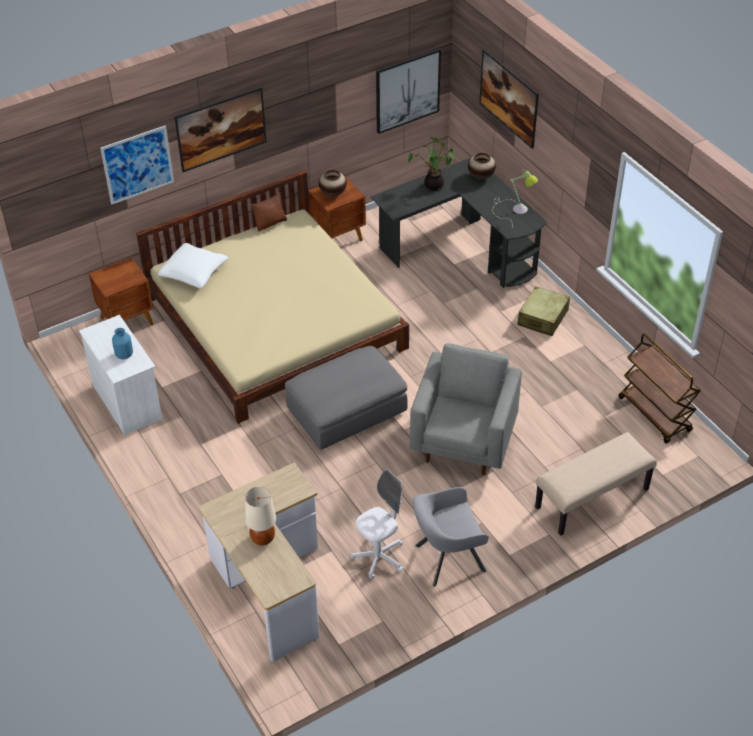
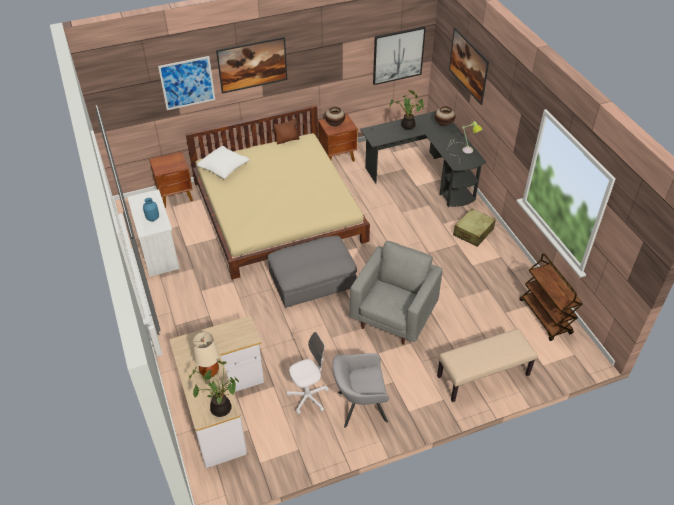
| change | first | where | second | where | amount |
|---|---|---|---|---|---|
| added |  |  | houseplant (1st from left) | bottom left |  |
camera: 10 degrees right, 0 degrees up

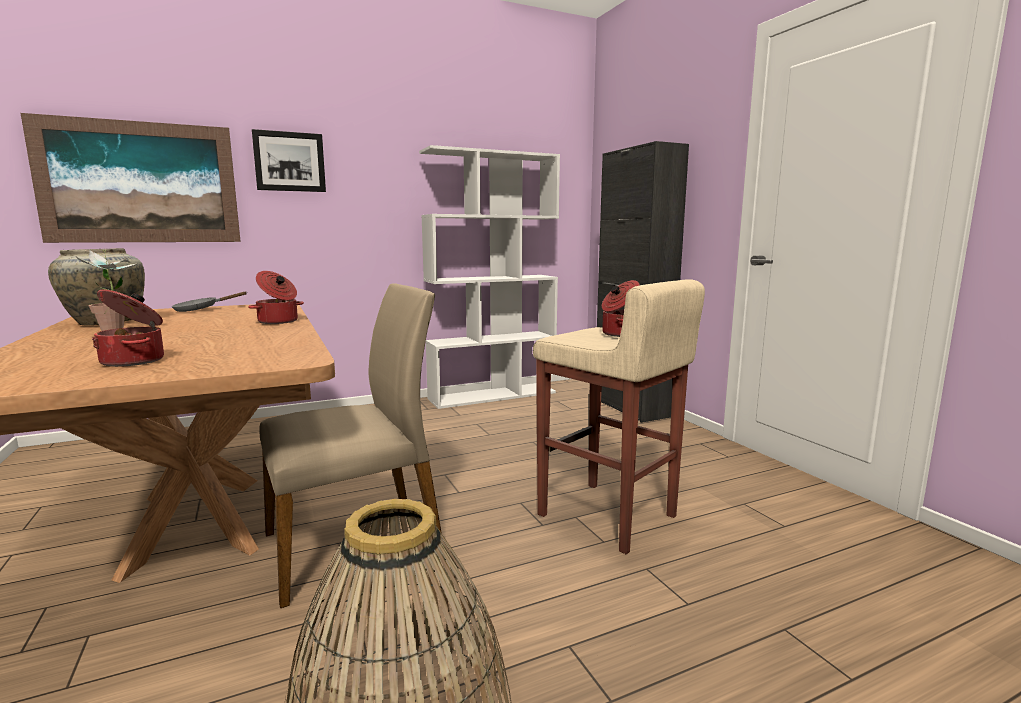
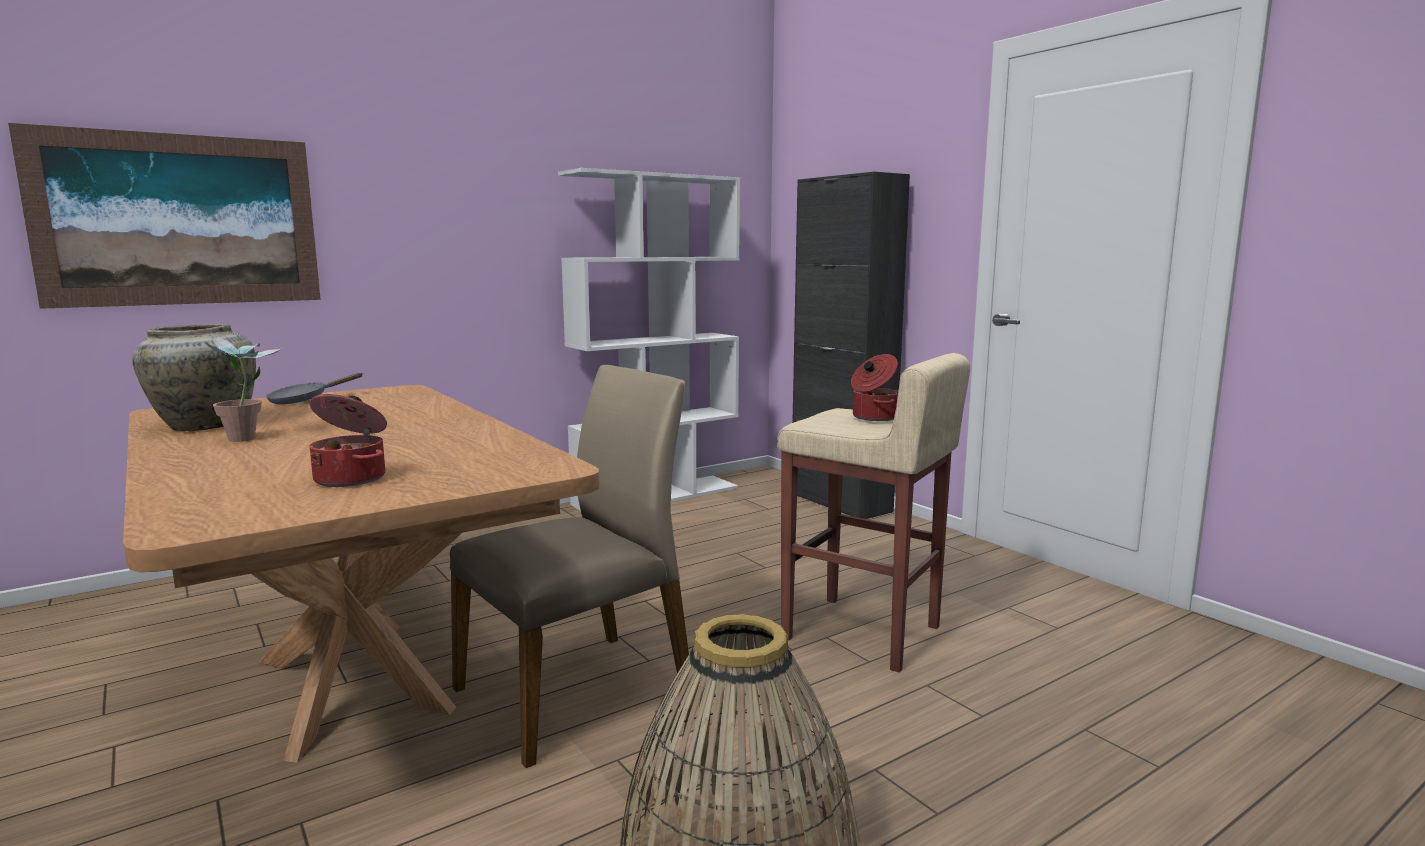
| change | first | where | second | where | amount |
|---|---|---|---|---|---|
| removed | stockpot (2nd from left) | middle left |  |  |  |
| removed | wall picture (2nd from left) | top left |  |  |  |
camera: 10 degrees left, 0 degrees up

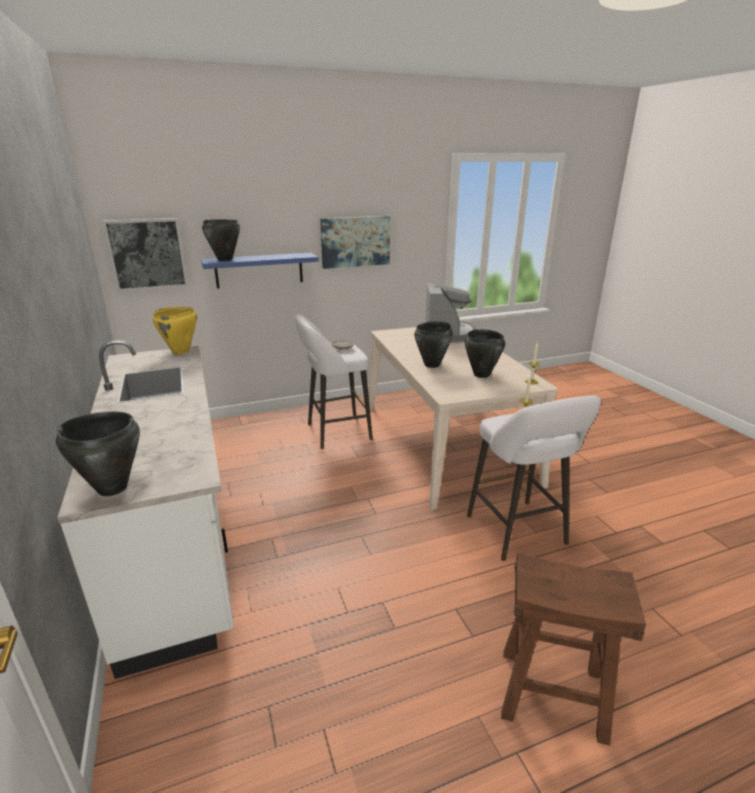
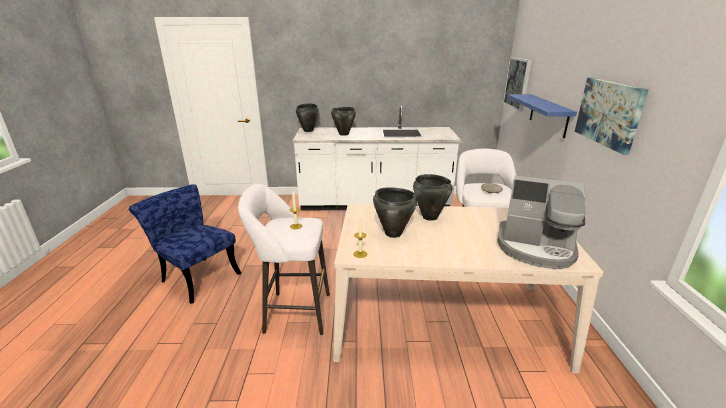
| change | first | where | second | where | amount |
|---|---|---|---|---|---|
| removed | yellow stockpot | middle left |  |  |  |
| moved | blackish stockpot (2nd from left) | top left |  | top centre |  |
| replaced | brown-coloured stool seat | bottom right | blue upright chair | middle left |  |
camera: 110 degrees right, 0 degrees up

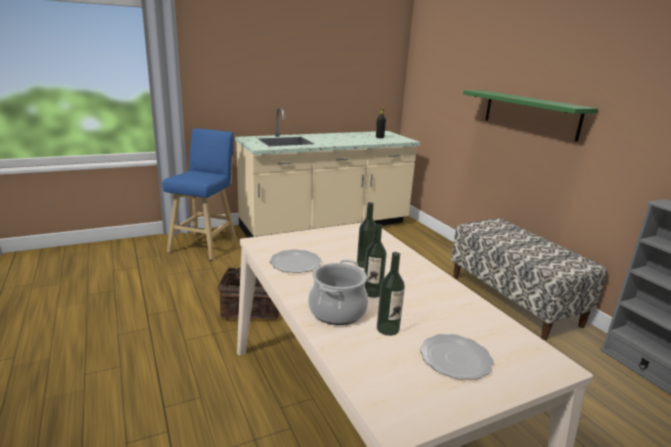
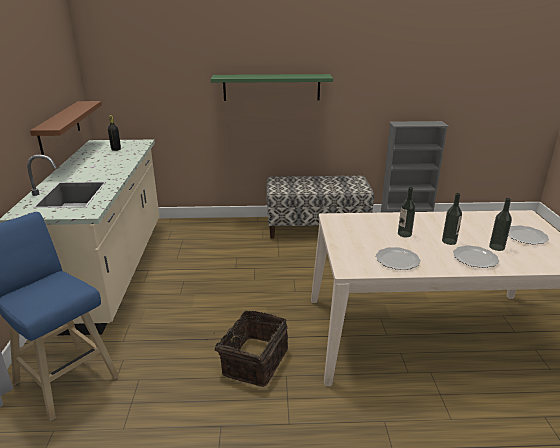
| change | first | where | second | where | amount |
|---|---|---|---|---|---|
| replaced | stockpot | centre | plate (2nd from left) | middle right |  |
| added |  |  | brown-coloured shelf | top left |  |
camera: 65 degrees left, 5 degrees up

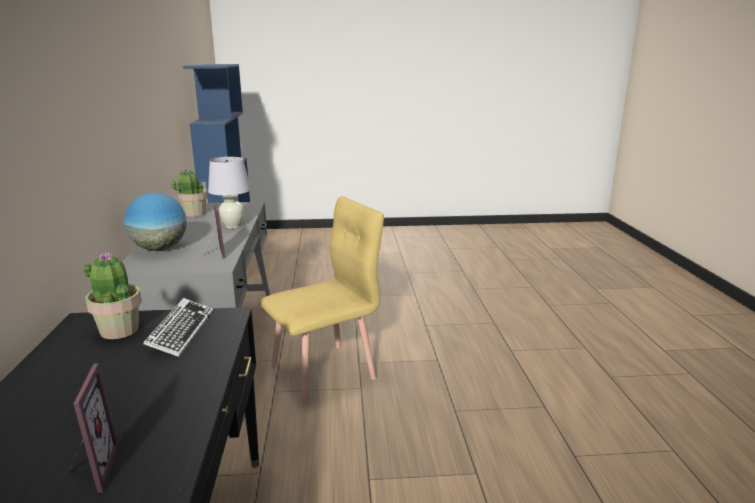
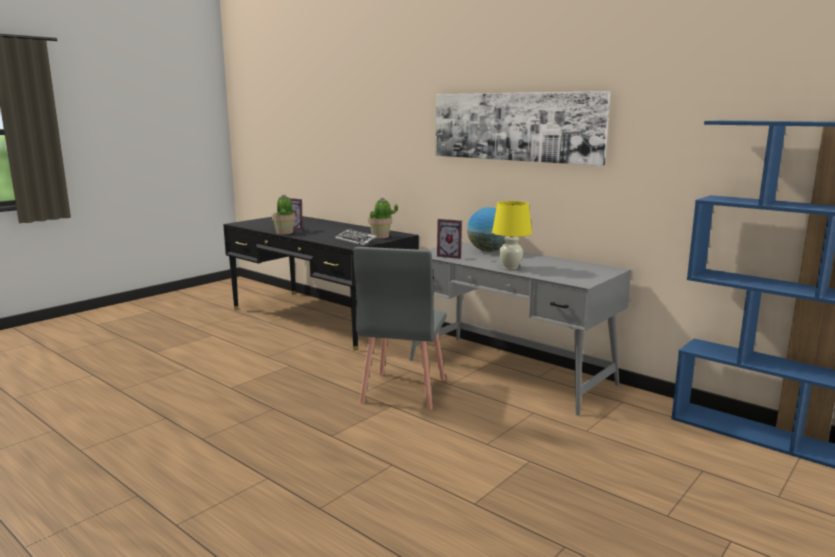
| change | first | where | second | where | amount |
|---|---|---|---|---|---|
| moved | houseplant (2nd from left in the first image) | middle left | houseplant (1st from left) | centre |  |
| recoloured | white lamp for a table | middle left | yellow lamp for a table | centre |  |
| recoloured | yellow upright chair | centre | grey upright chair | centre |  |
| added |  |  | wall picture | top centre |  |
camera: 135 degrees right, 5 degrees down

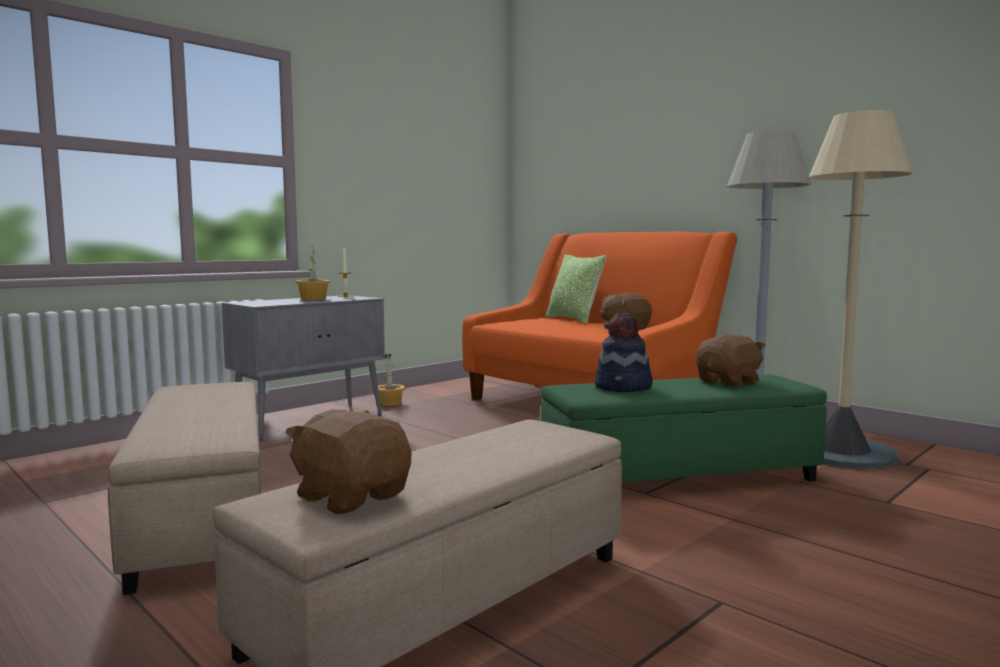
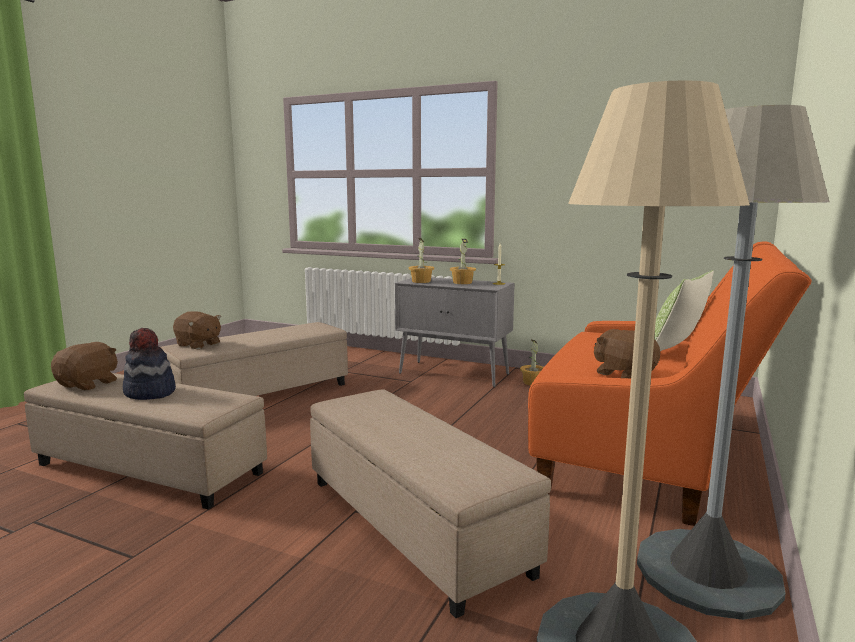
| change | first | where | second | where | amount |
|---|---|---|---|---|---|
| recoloured | green pouffe | middle right | beige pouffe (3rd from left) | bottom centre |  |
| moved | wearable hat | centre |  | middle left |  |
| moved | brown-coloured cuddly toy (3rd from left in the first image) | middle right | brown-coloured cuddly toy (2nd from left) | middle left |  |
| added |  |  | houseplant (1st from left) | centre |  |
camera: 70 degrees right, 5 degrees up

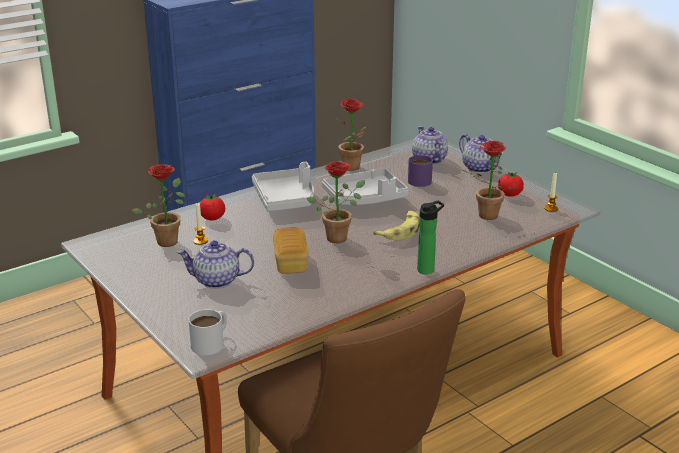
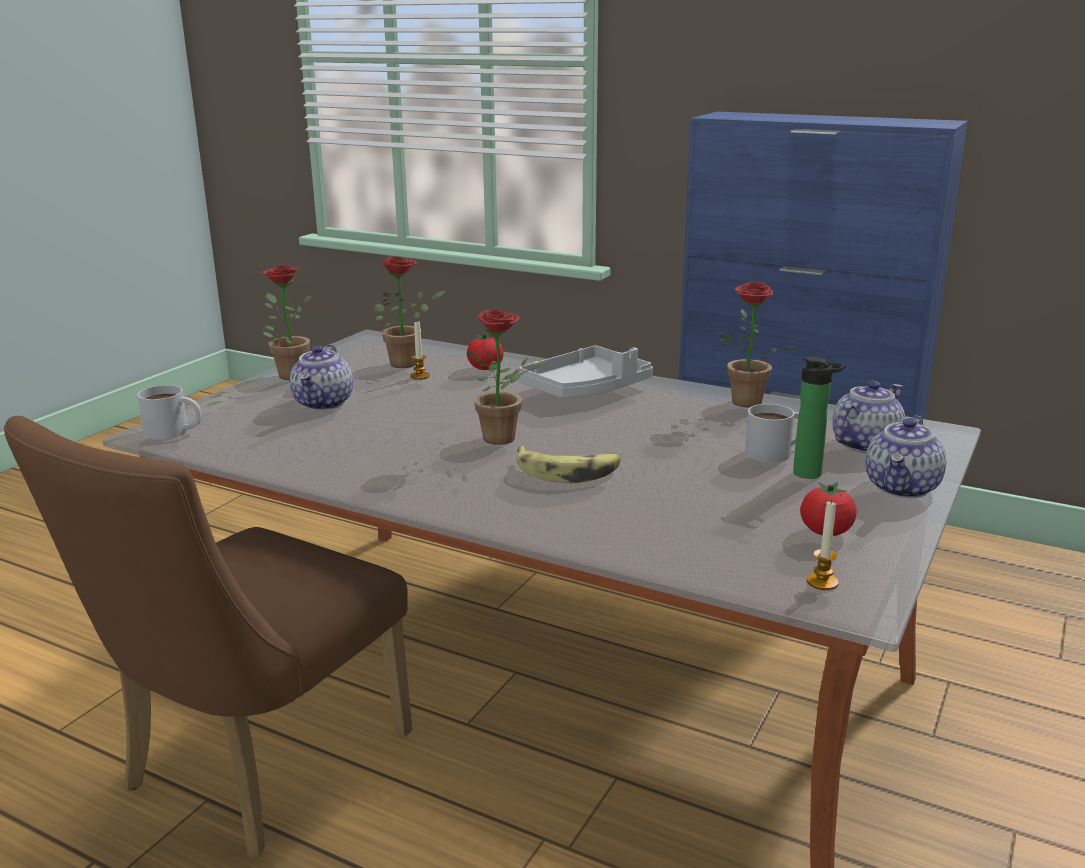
| change | first | where | second | where | amount |
|---|---|---|---|---|---|
| turned | teapot (1st from left) | middle left |  | middle left | 150 degrees counterclockwise |
| removed | bread | centre |  |  |  |
| removed | grey tray (2nd from left) | centre |  |  |  |
| recoloured | purple tea mug | centre | white tea mug (2nd from left) | middle right |  |
| moved | bottle | centre |  | middle right |  |
| moved | houseplant (4th from left in the first image) | middle right | houseplant (1st from left) | middle left |  |
camera: 65 degrees right, 5 degrees down

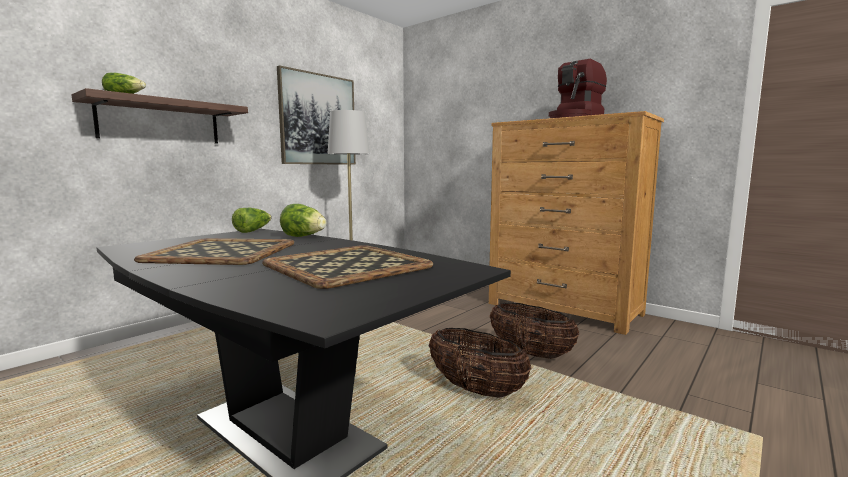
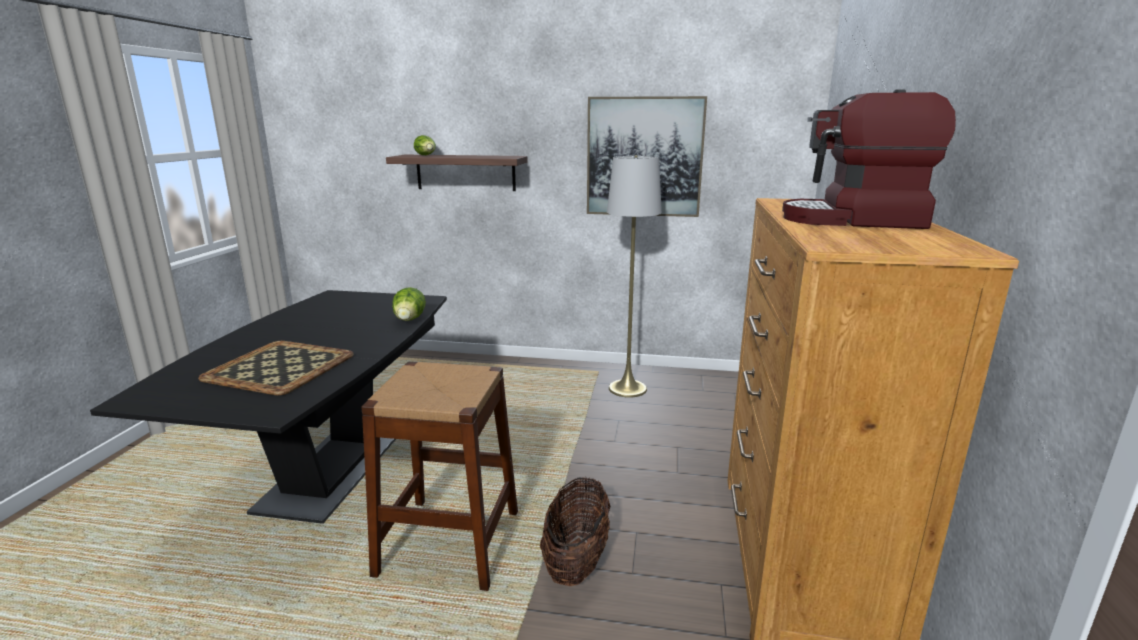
| change | first | where | second | where | amount |
|---|---|---|---|---|---|
| removed | tray (1st from left) | middle left |  |  |  |
| removed | lettuce head (2nd from left) | middle left |  |  |  |
| replaced | household basket (1st from left) | bottom centre | brown-coloured stool seat | bottom centre |  |
camera: 60 degrees right, 10 degrees up

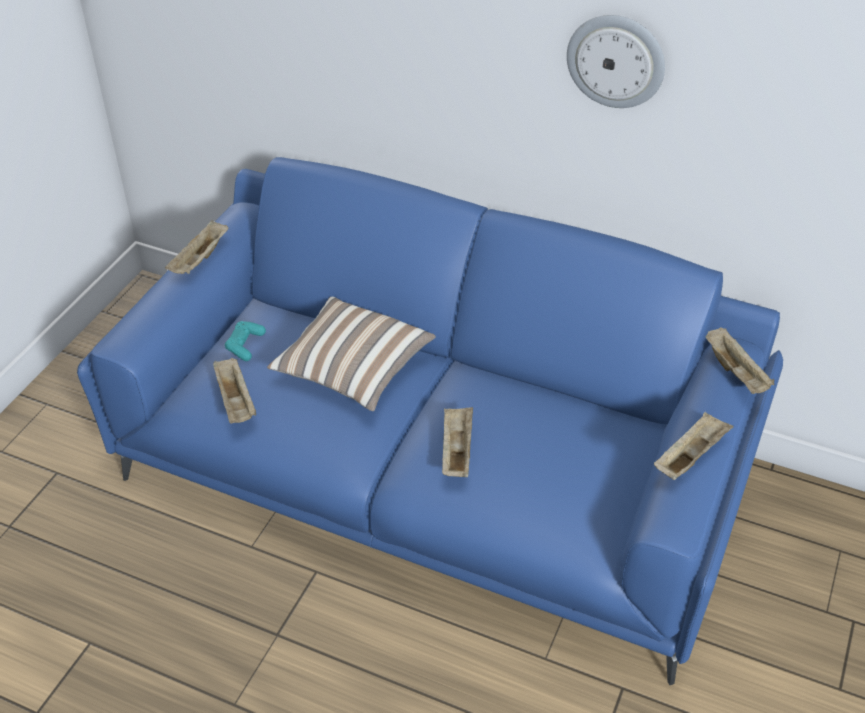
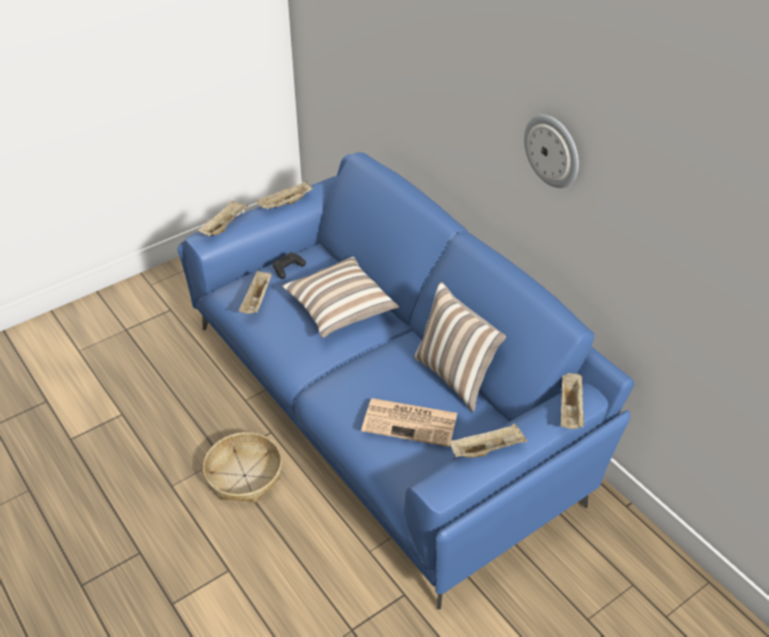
| change | first | where | second | where | amount |
|---|---|---|---|---|---|
| recoloured | blue-green game controller | middle left | blackish game controller | centre |  |
| moved | beige tray (3rd from left in the first image) | centre | beige tray (1st from left) | middle left |  |
| added |  |  | household basket | bottom left |  |
| added |  |  | newspaper | centre |  |
| added |  |  | cushion (2nd from left) | centre |  |
camera: 30 degrees right, 0 degrees up

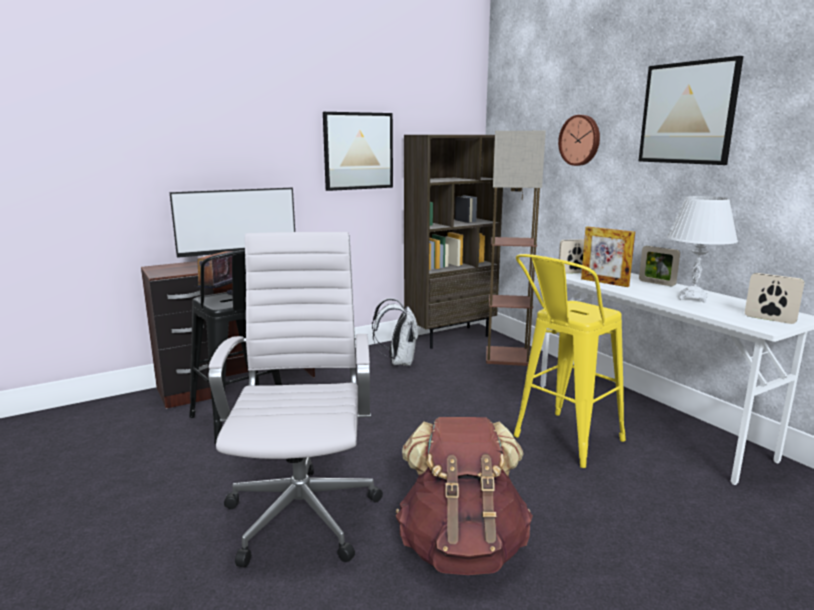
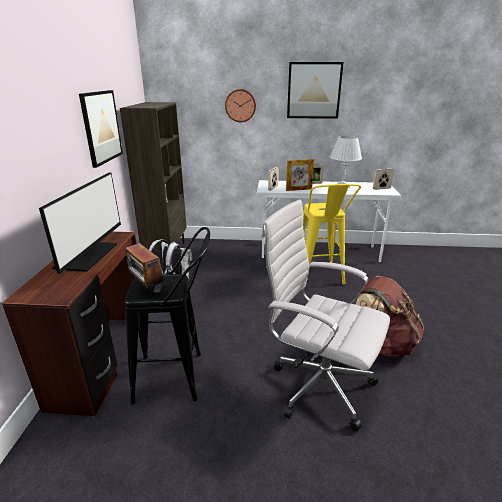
| change | first | where | second | where | amount |
|---|---|---|---|---|---|
| removed | standard lamp | centre |  |  |  |
camera: 55 degrees left, 10 degrees up

